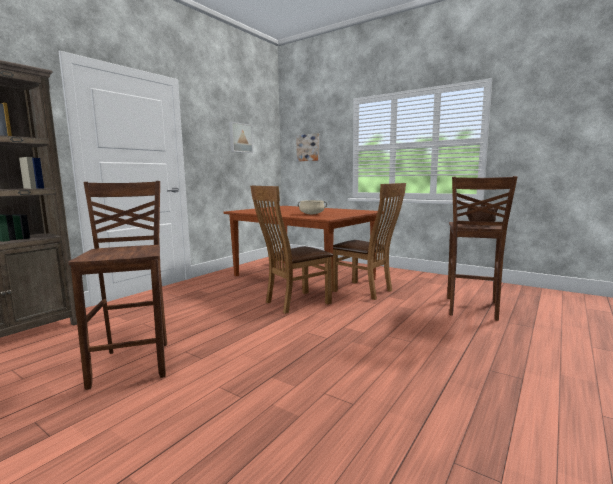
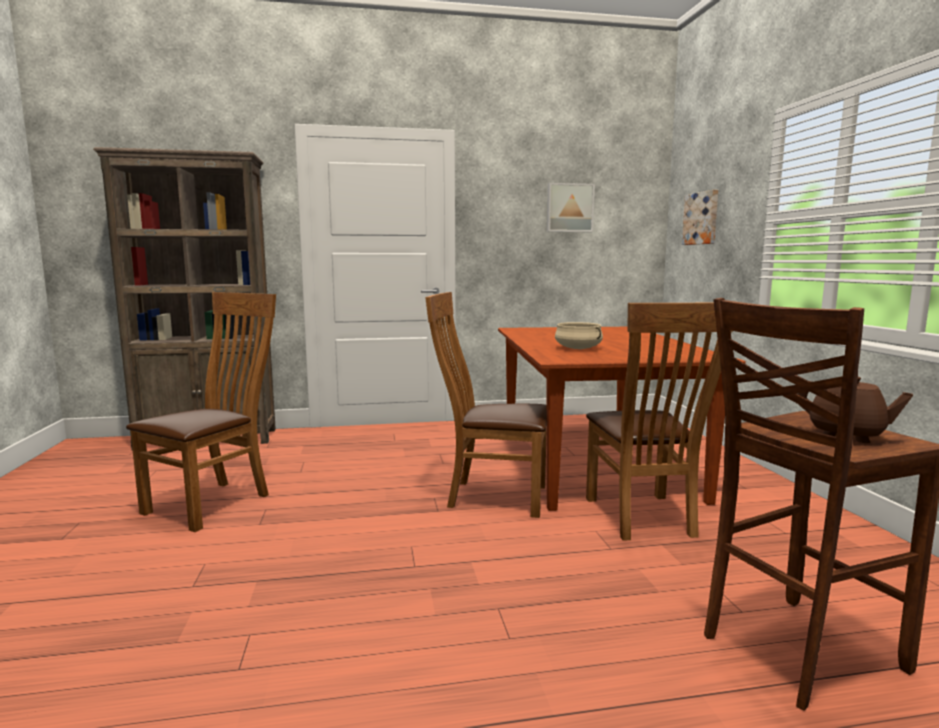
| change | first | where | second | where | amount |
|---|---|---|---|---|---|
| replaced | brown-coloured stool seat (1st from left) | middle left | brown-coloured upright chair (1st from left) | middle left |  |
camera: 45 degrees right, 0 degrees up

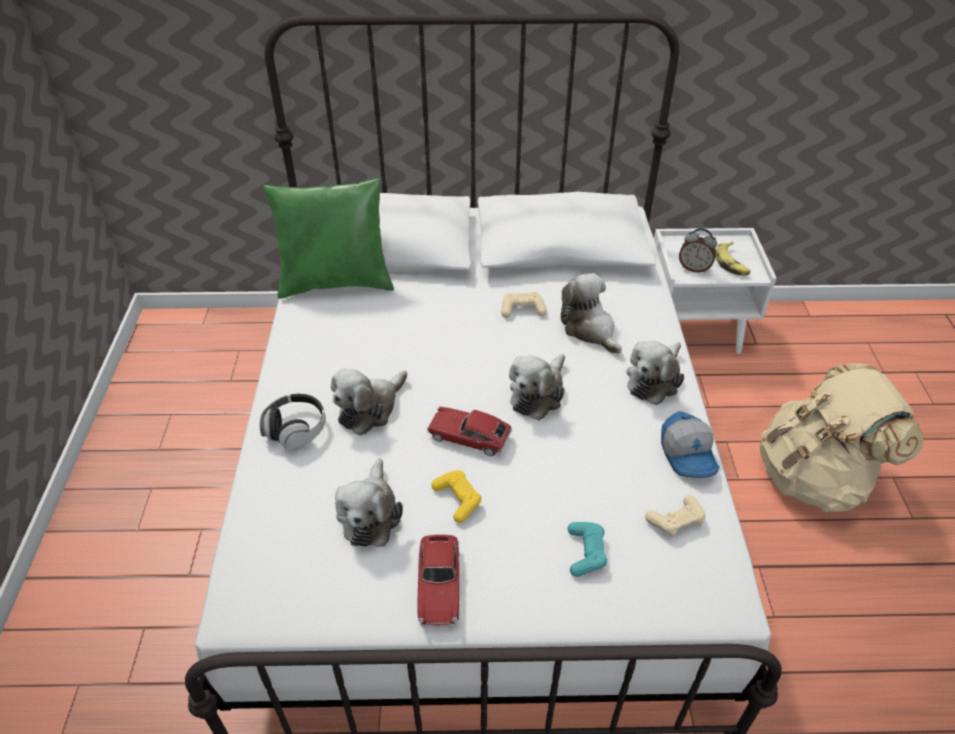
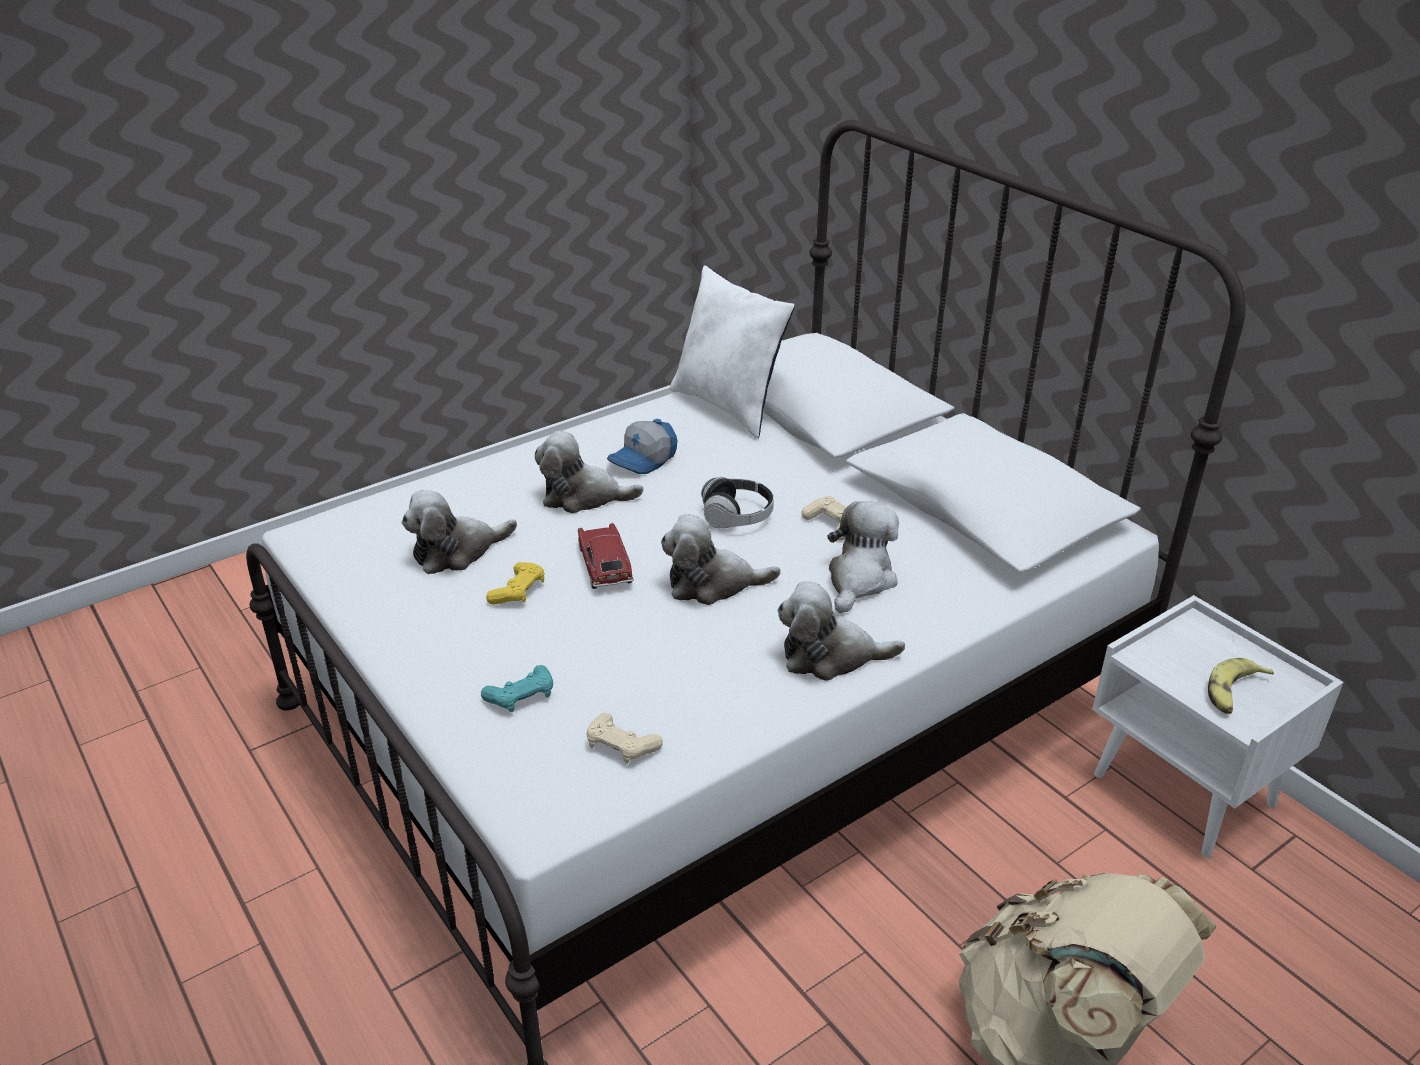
| change | first | where | second | where | amount |
|---|---|---|---|---|---|
| moved | headphones | middle left |  | centre |  |
| recoloured | green cushion | top centre | white cushion | top centre |  |
| removed | model car (1st from left) | bottom centre |  |  |  |
| moved | baseball cap | middle right |  | centre |  |
| removed | alarm clock | middle right |  |  |  |
camera: 55 degrees right, 10 degrees down

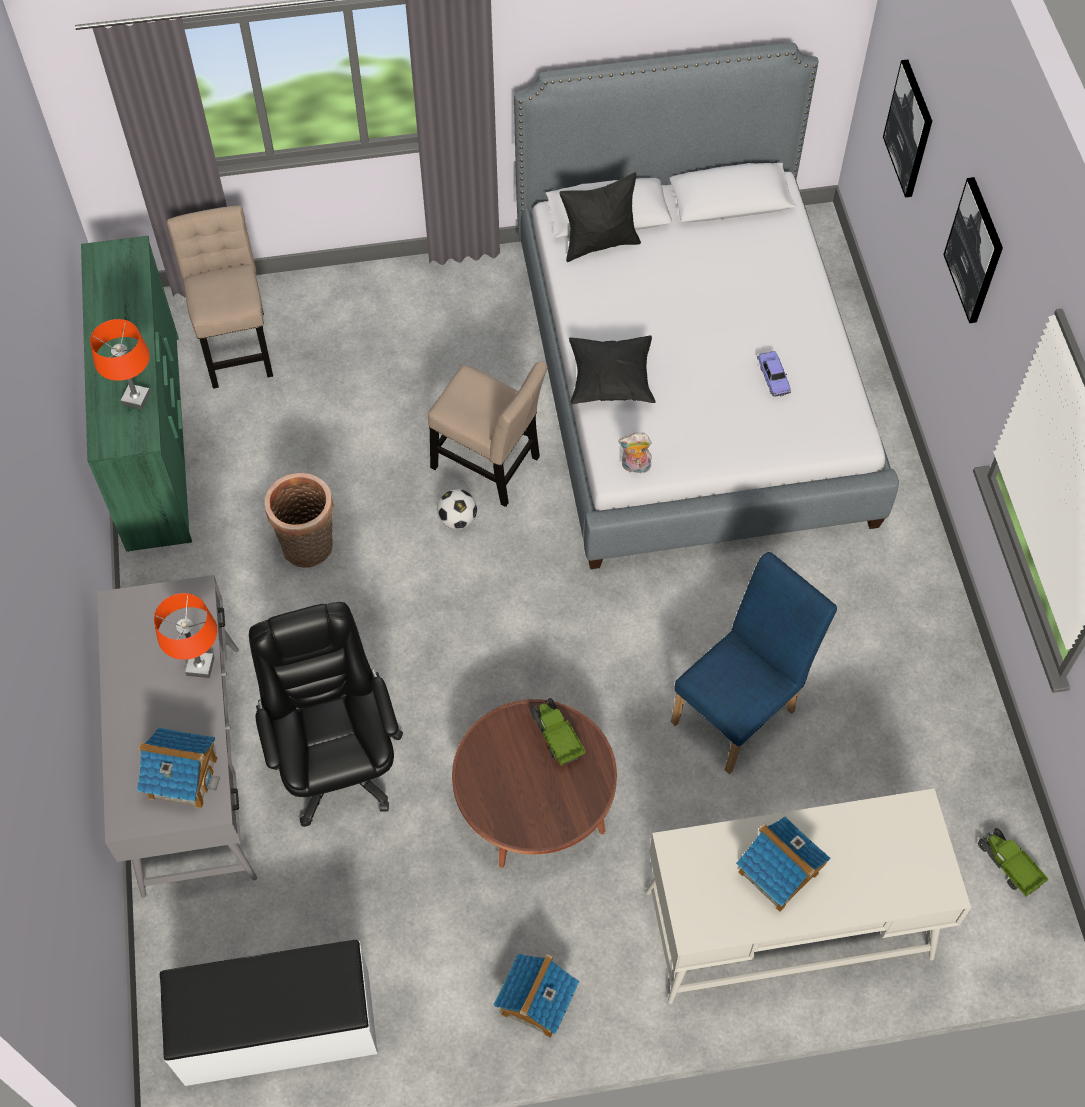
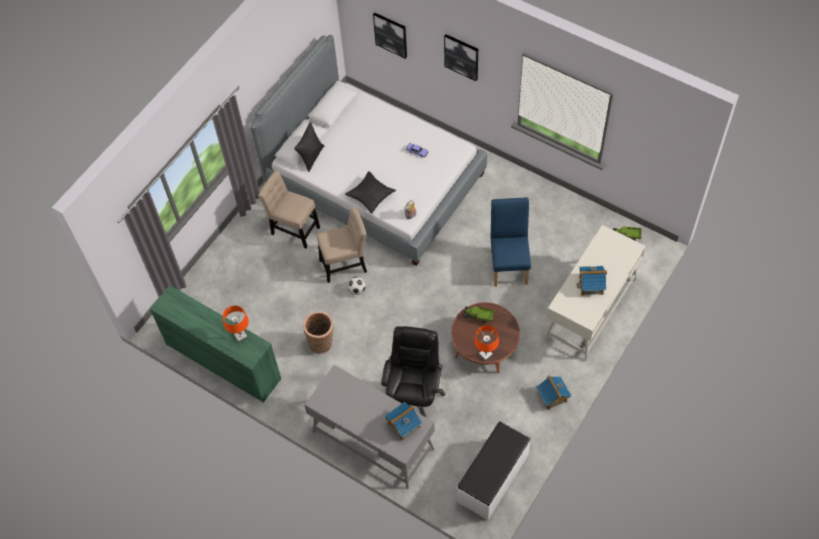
| change | first | where | second | where | amount |
|---|---|---|---|---|---|
| moved | orange lamp for a table (2nd from left) | middle left |  | centre |  |
| moved | beige upright chair (1st from left) | top left |  | centre |  |
| turned | blackish office chair | middle left |  | bottom centre | 75 degrees clockwise |
camera: 45 degrees left, 0 degrees up

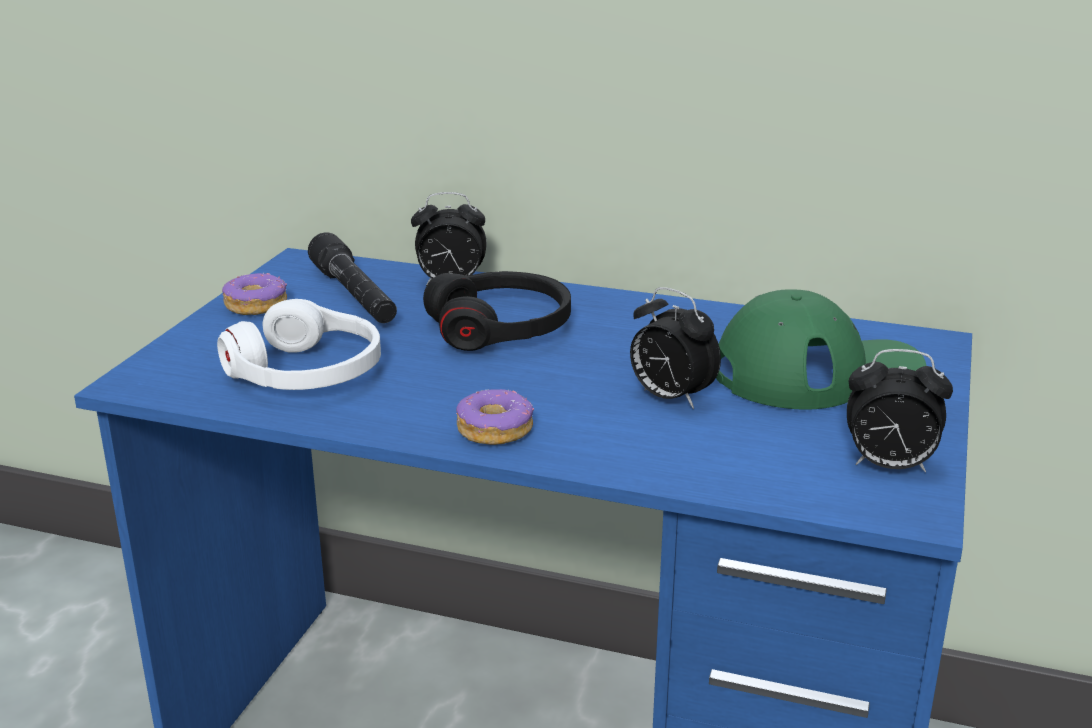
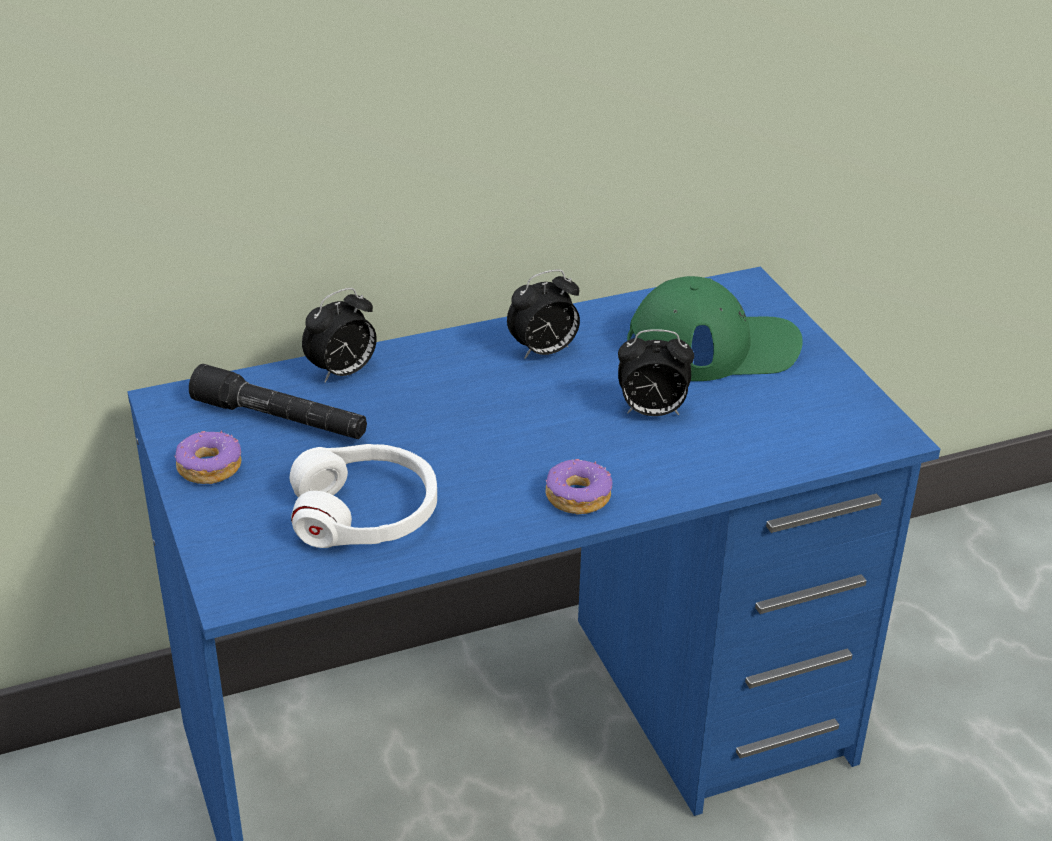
| change | first | where | second | where | amount |
|---|---|---|---|---|---|
| removed | blackish headphones | centre |  |  |  |
| turned | green baseball cap | middle right |  | middle right | 45 degrees clockwise |
| moved | alarm clock (3rd from left in the first image) | middle right | alarm clock (2nd from left) | centre |  |
camera: 40 degrees left, 10 degrees up

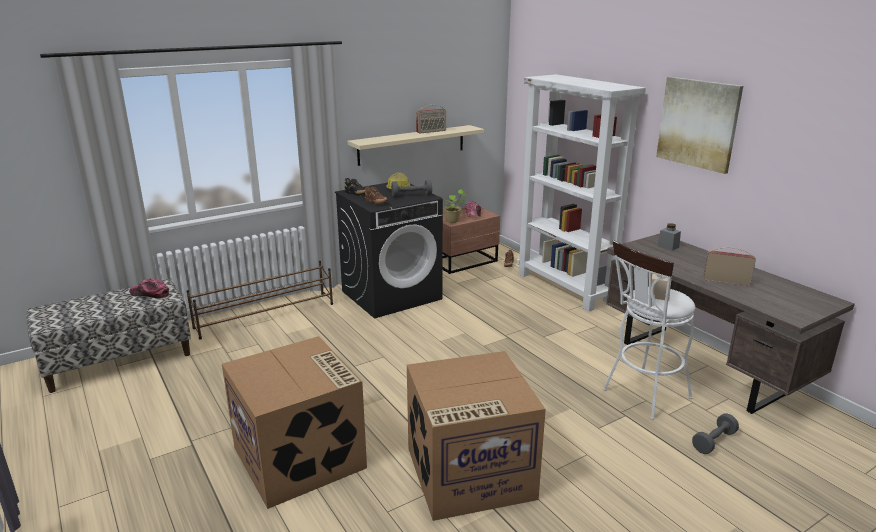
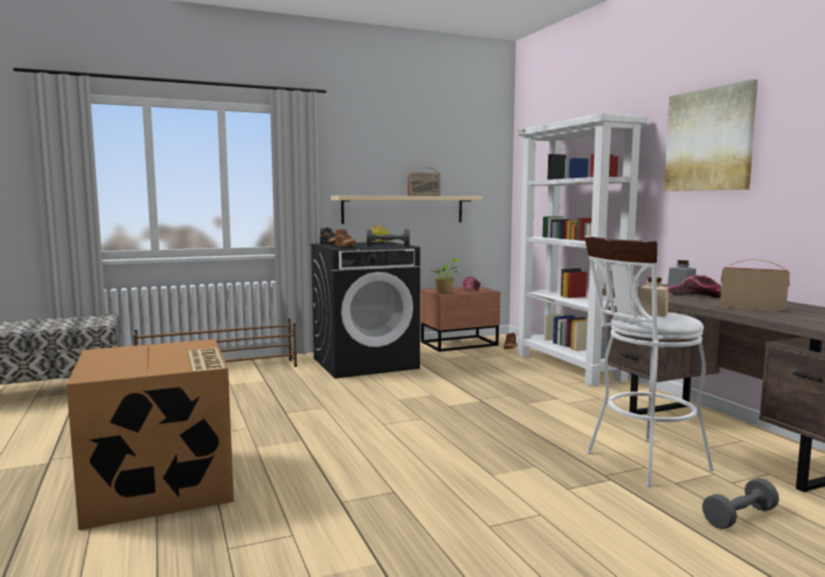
| change | first | where | second | where | amount |
|---|---|---|---|---|---|
| moved | baseball cap (1st from left in the first image) | middle left | baseball cap (2nd from left) | middle right |  |
| removed | carton (2nd from left) | bottom centre |  |  |  |
camera: 10 degrees right, 15 degrees down

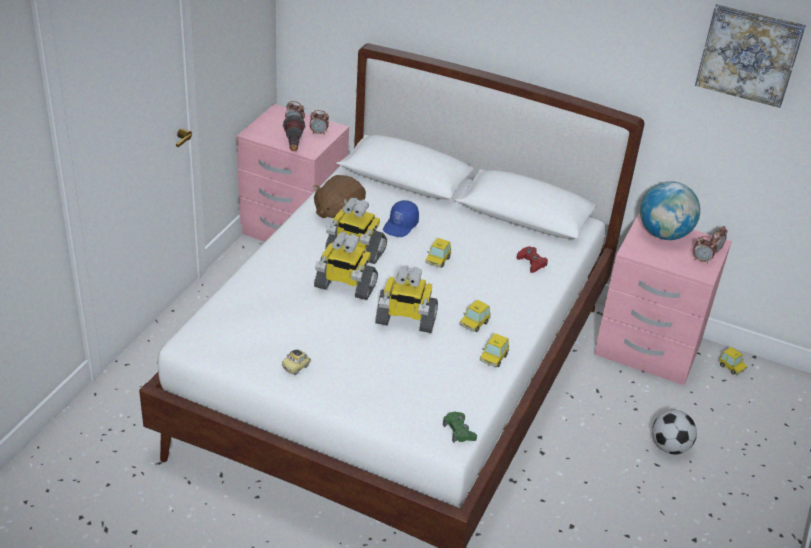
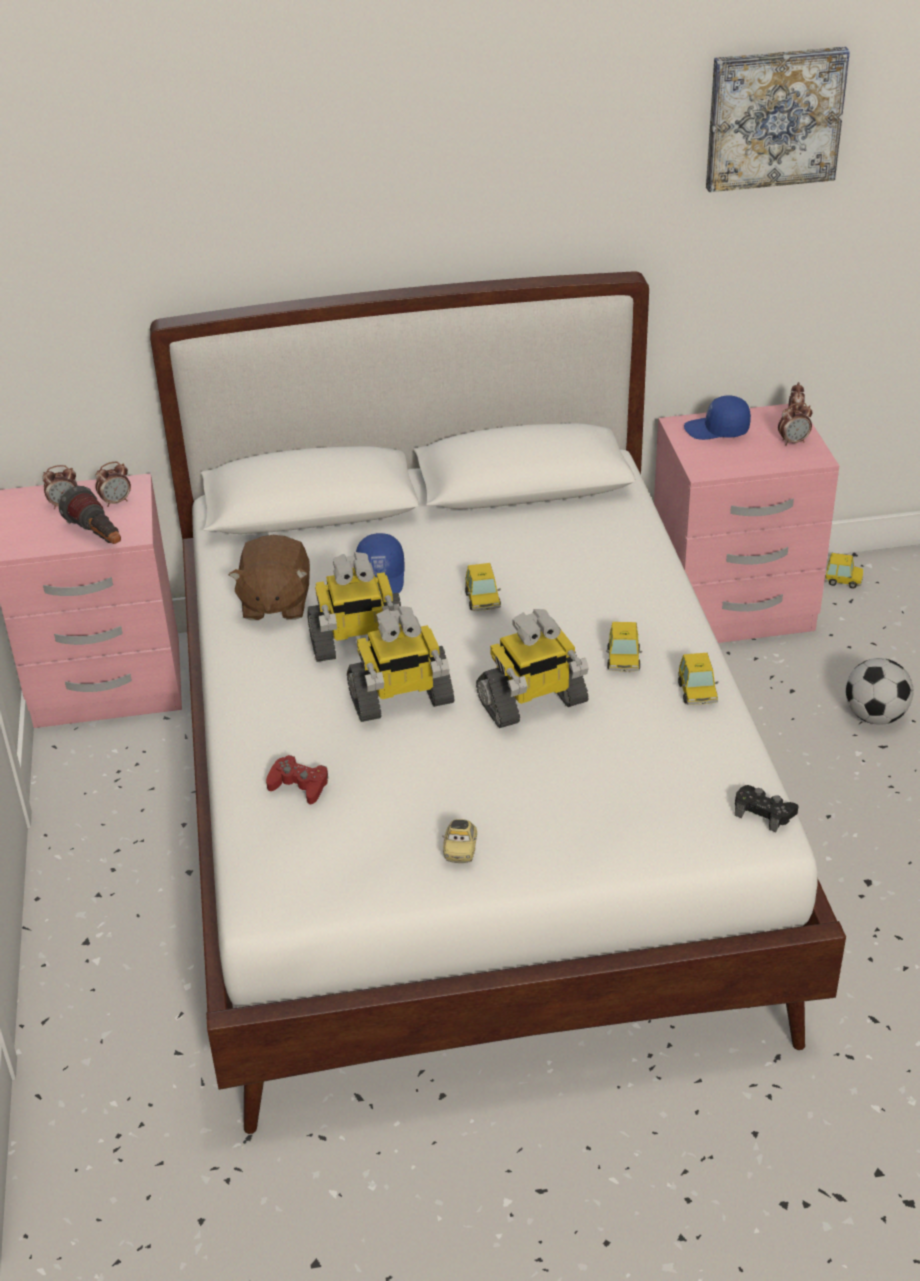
| change | first | where | second | where | amount |
|---|---|---|---|---|---|
| recoloured | green game controller | bottom centre | blackish game controller | middle right |  |
| moved | reddish game controller | centre |  | middle left |  |
| replaced | desk globe | middle right | blue baseball cap (2nd from left) | top right |  |
camera: 30 degrees left, 0 degrees up

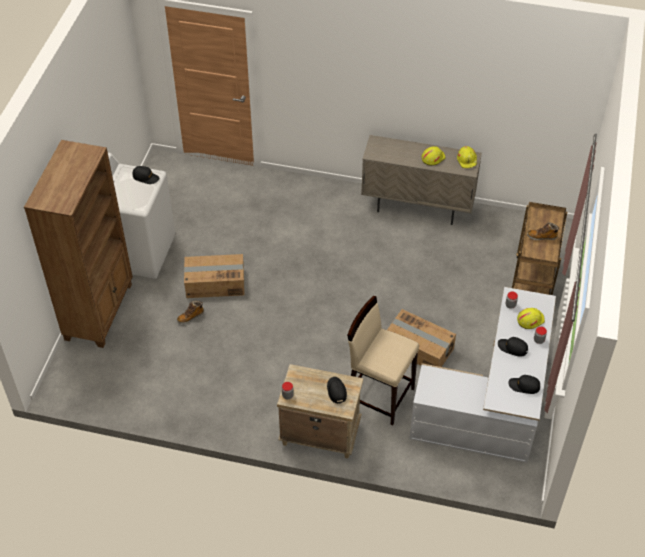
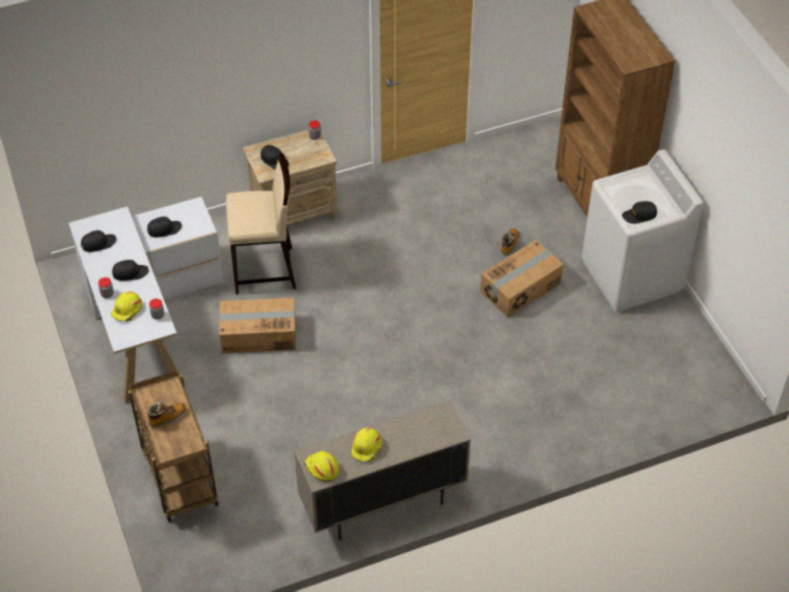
| change | first | where | second | where | amount |
|---|---|---|---|---|---|
| added |  |  | blackish baseball cap (3rd from left) | middle left |  |
camera: 145 degrees right, 0 degrees up

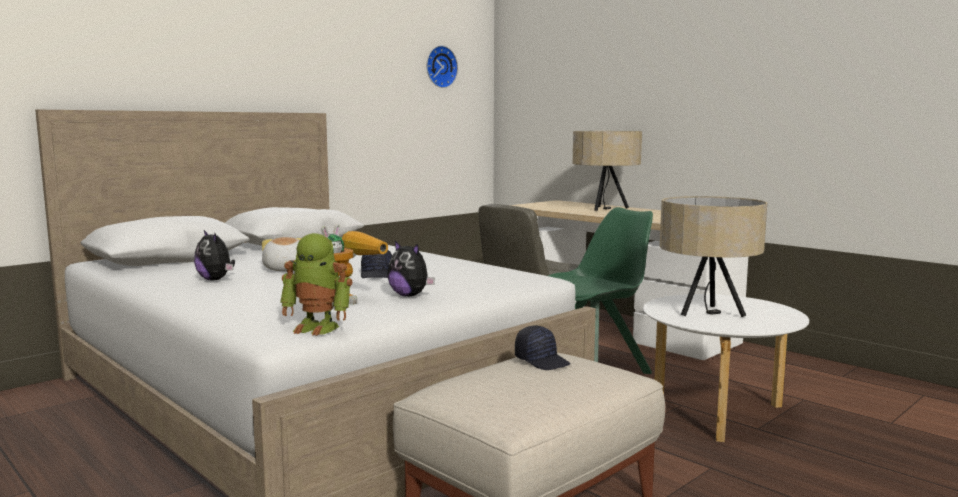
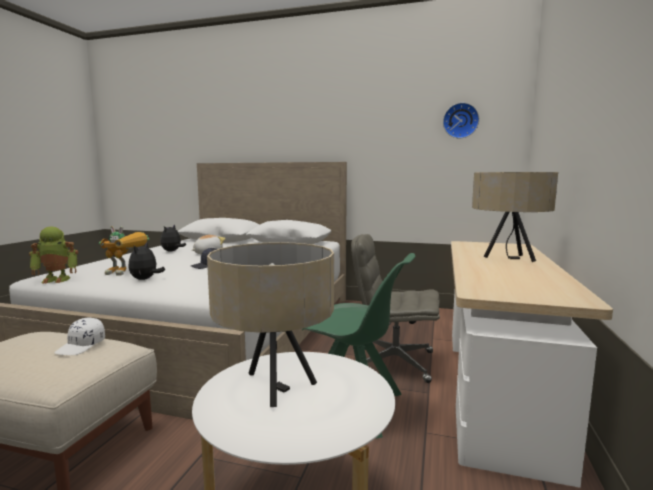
| change | first | where | second | where | amount |
|---|---|---|---|---|---|
| turned | robot figure (1st from left) | middle left |  | middle left | 90 degrees counterclockwise |
| recoloured | blackish baseball cap (2nd from left) | bottom centre | white baseball cap | bottom left |  |
camera: 60 degrees right, 0 degrees up

